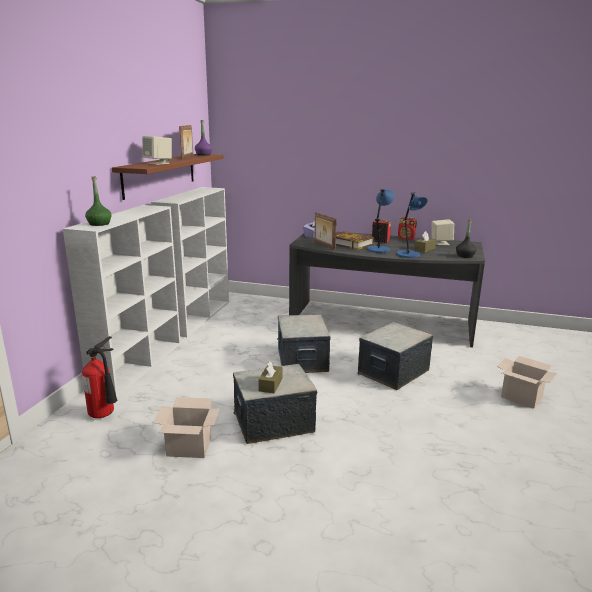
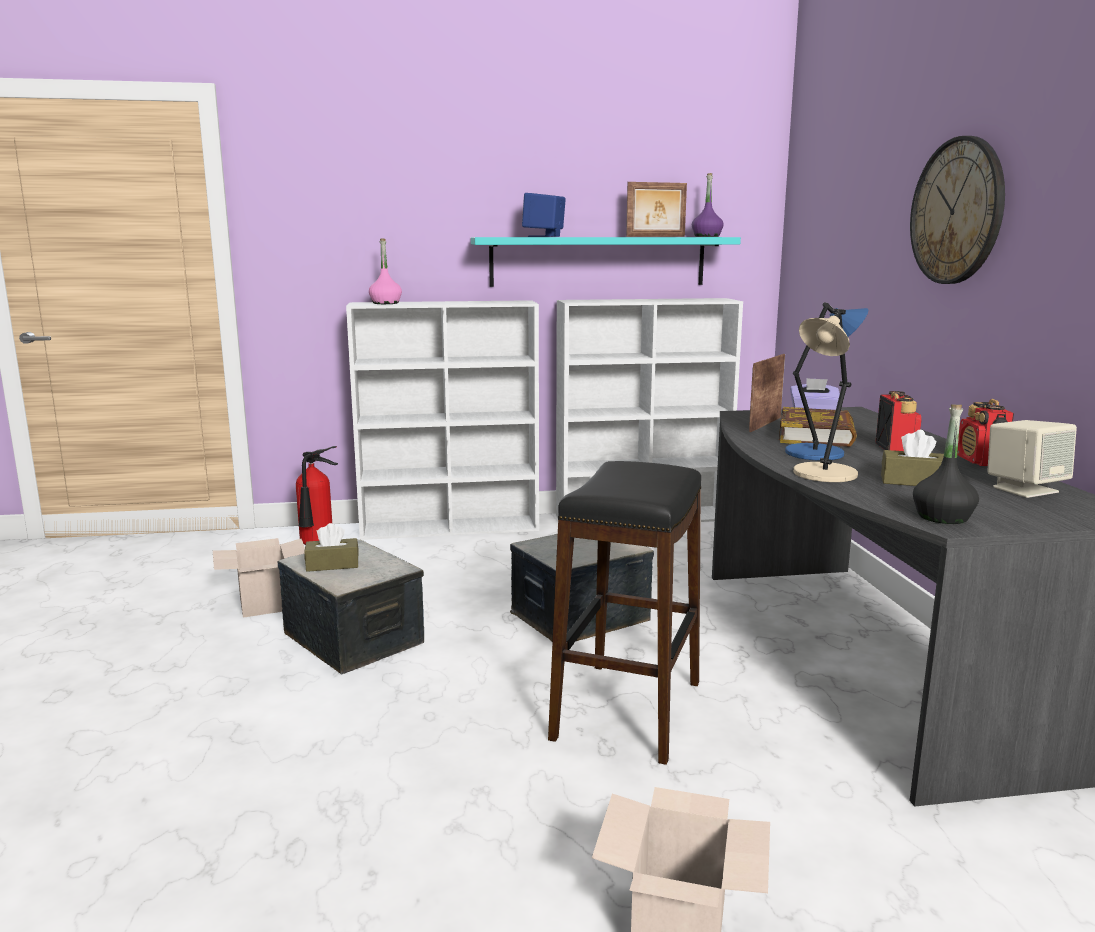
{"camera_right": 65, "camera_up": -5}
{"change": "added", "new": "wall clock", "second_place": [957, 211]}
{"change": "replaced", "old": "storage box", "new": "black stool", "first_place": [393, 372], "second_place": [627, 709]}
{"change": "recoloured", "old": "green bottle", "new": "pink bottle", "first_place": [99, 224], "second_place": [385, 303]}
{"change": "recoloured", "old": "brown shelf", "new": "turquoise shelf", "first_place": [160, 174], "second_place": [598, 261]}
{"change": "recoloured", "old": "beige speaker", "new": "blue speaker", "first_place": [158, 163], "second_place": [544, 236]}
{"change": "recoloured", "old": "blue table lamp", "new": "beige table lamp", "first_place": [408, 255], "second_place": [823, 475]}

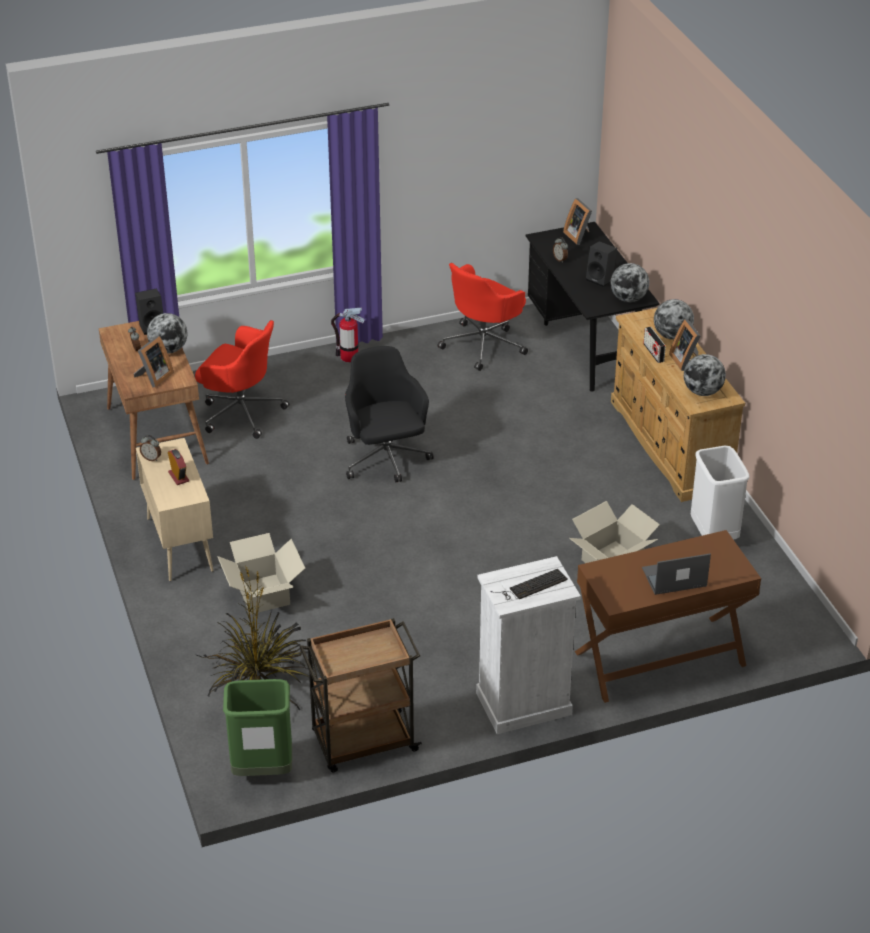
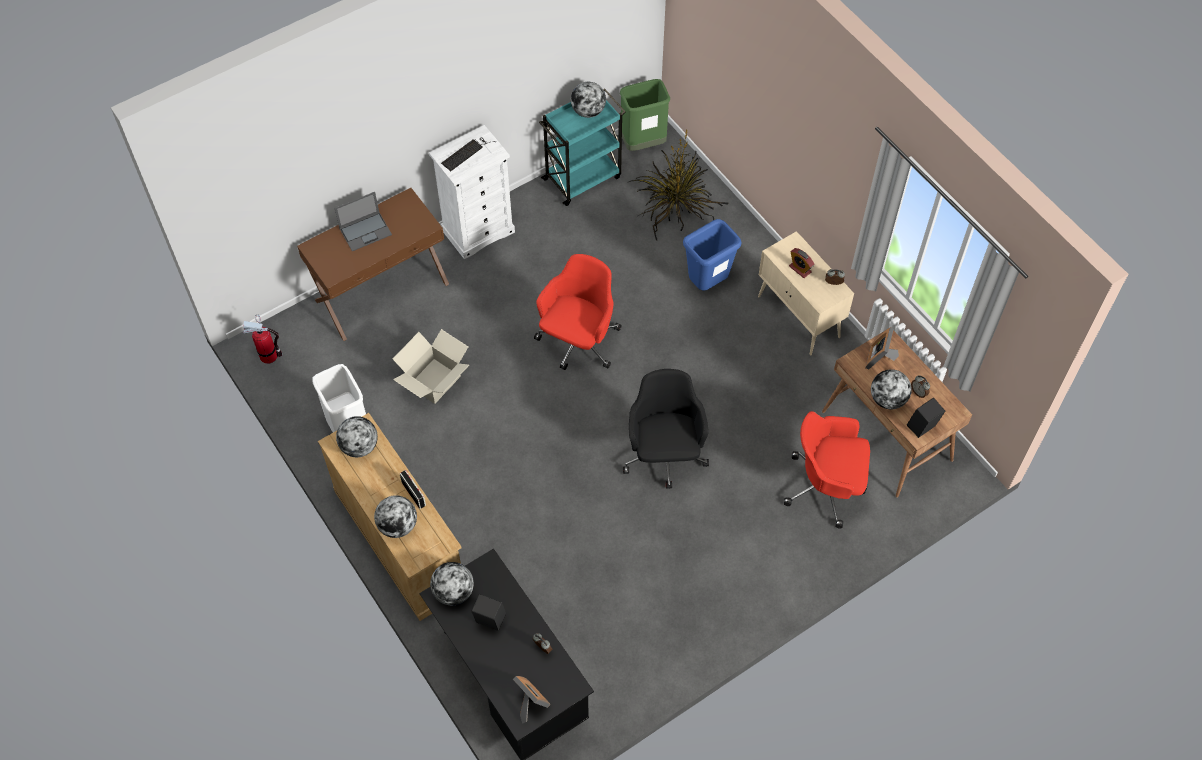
{"camera_right": 165, "camera_up": 20}
{"change": "removed", "old": "picture frame", "first_place": [685, 360]}
{"change": "added", "new": "globe", "second_place": [588, 111]}
{"change": "moved", "old": "fire extinguisher", "first_place": [349, 357], "second_place": [268, 356]}
{"change": "moved", "old": "red office chair", "first_place": [484, 344], "second_place": [578, 342]}
{"change": "replaced", "old": "cardboard box", "new": "blue trash can", "first_place": [263, 594], "second_place": [708, 283]}
{"change": "recoloured", "old": "brown cart", "new": "turquoise cart", "first_place": [362, 742], "second_place": [583, 177]}
{"change": "turned", "old": "black office chair", "first_place": [386, 459], "second_place": [664, 455], "degrees": -150}

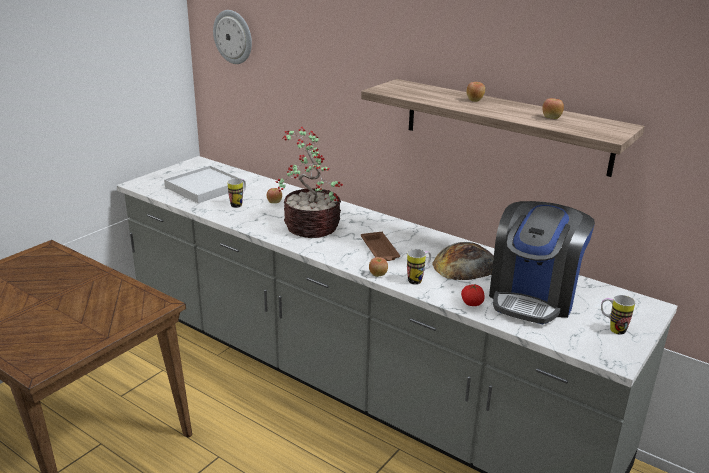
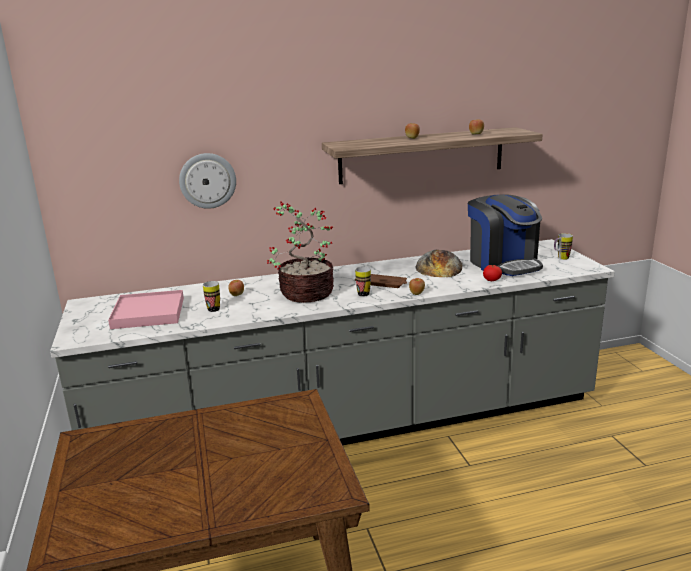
{"camera_right": -50, "camera_up": -5}
{"change": "moved", "old": "wall clock", "first_place": [233, 37], "second_place": [207, 180]}
{"change": "moved", "old": "mug", "first_place": [418, 280], "second_place": [363, 293]}
{"change": "recoloured", "old": "white tray", "new": "pink tray", "first_place": [205, 187], "second_place": [149, 313]}

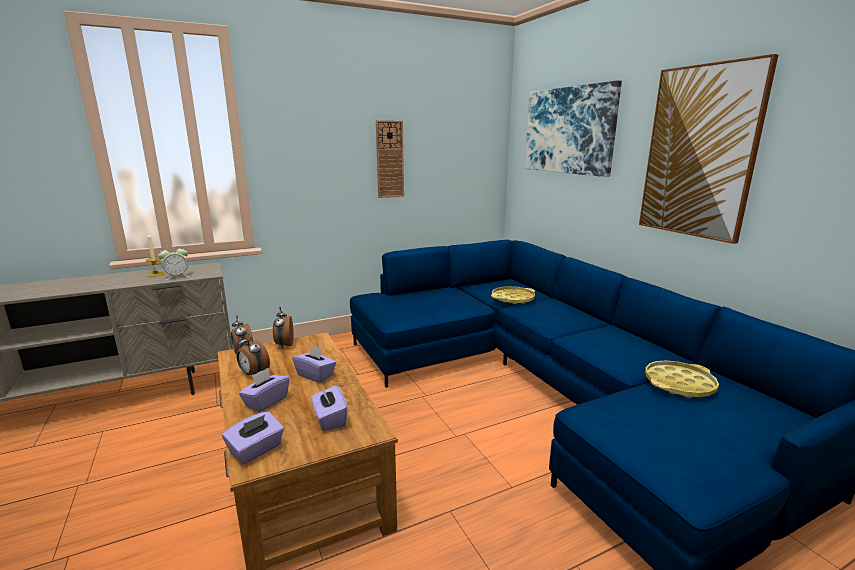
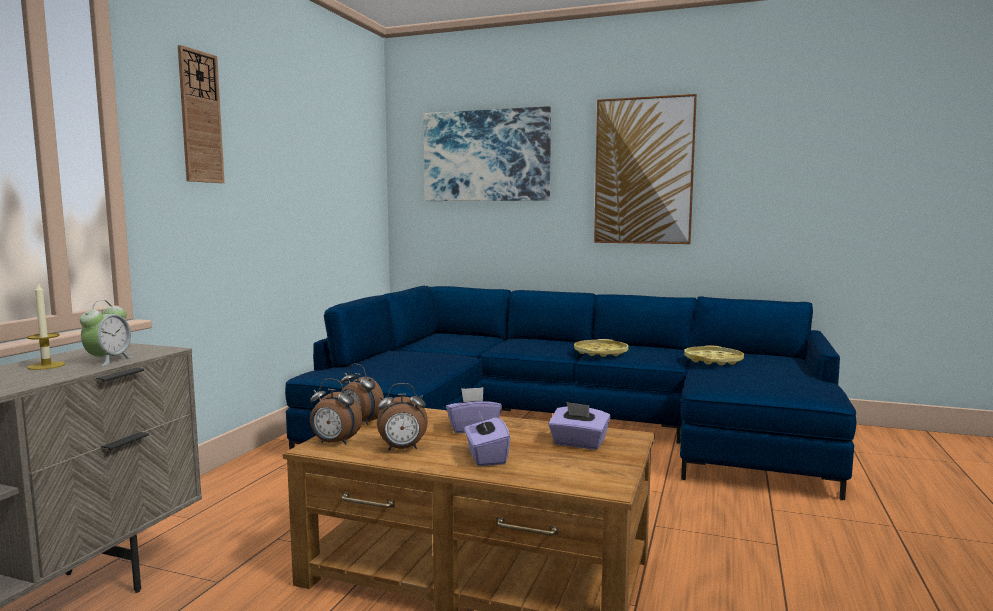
{"camera_right": -45, "camera_up": -10}
{"change": "removed", "old": "purple tissue box", "first_place": [256, 450]}
{"change": "moved", "old": "wall clock", "first_place": [390, 159], "second_place": [200, 117]}
{"change": "moved", "old": "yellow tray", "first_place": [512, 299], "second_place": [600, 353]}

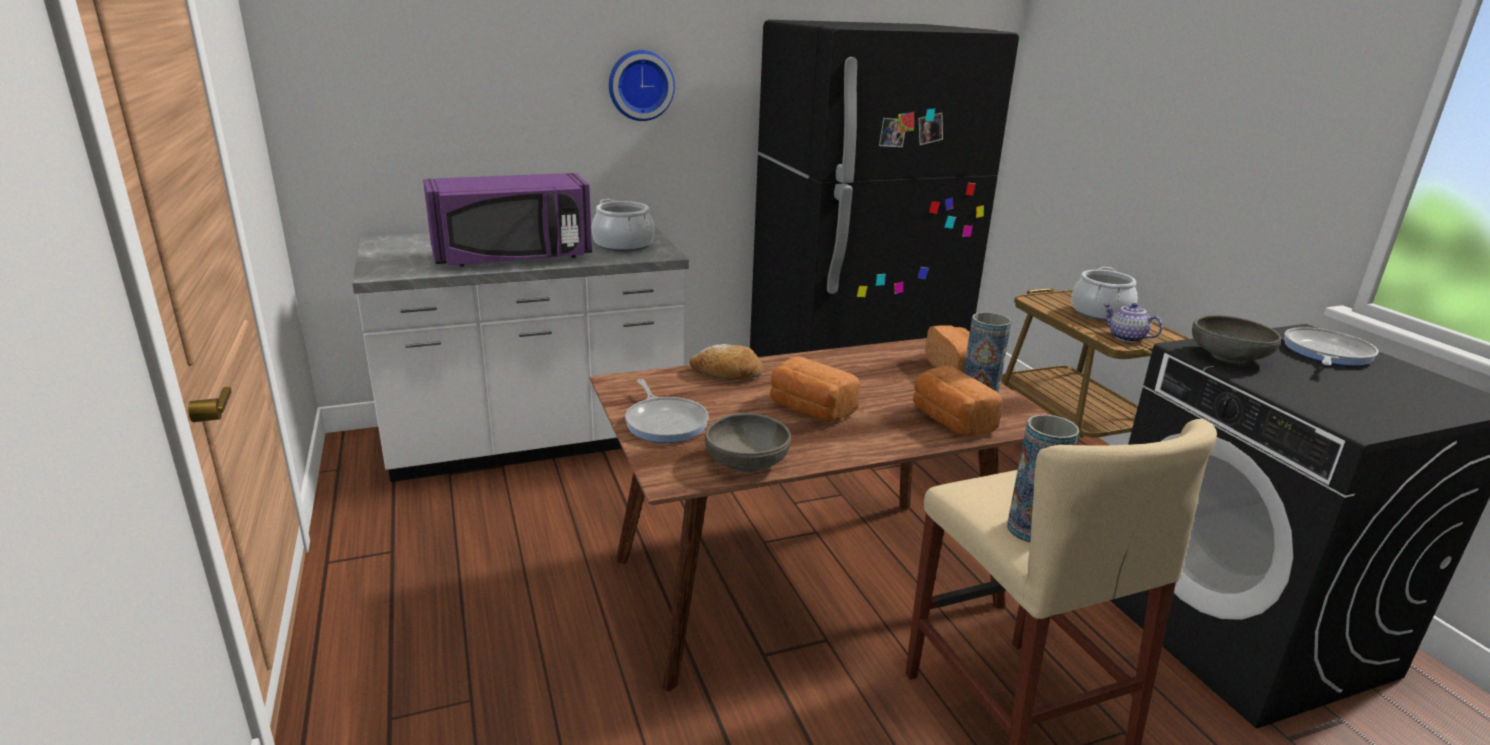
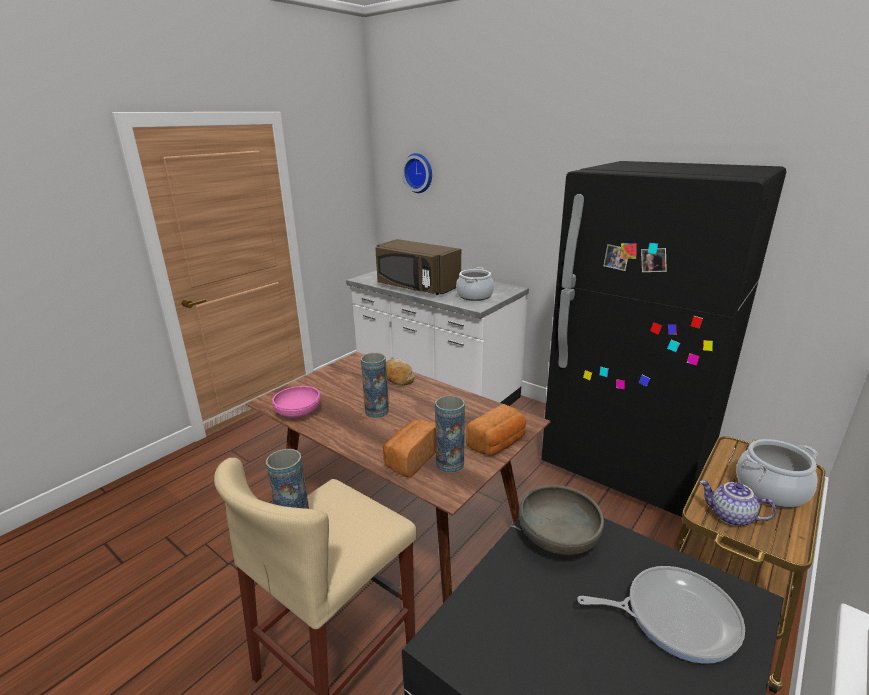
{"camera_right": 60, "camera_up": 0}
{"change": "removed", "old": "frying pan", "first_place": [665, 422]}
{"change": "moved", "old": "wall clock", "first_place": [640, 85], "second_place": [419, 173]}
{"change": "replaced", "old": "bread", "new": "vase", "first_place": [809, 410], "second_place": [377, 411]}
{"change": "recoloured", "old": "purple microwave", "new": "brown microwave", "first_place": [514, 257], "second_place": [417, 287]}
{"change": "recoloured", "old": "grey bowl", "new": "pink bowl", "first_place": [747, 463], "second_place": [298, 413]}
{"change": "turned", "old": "teapot", "first_place": [1126, 338], "second_place": [730, 517], "degrees": -75}

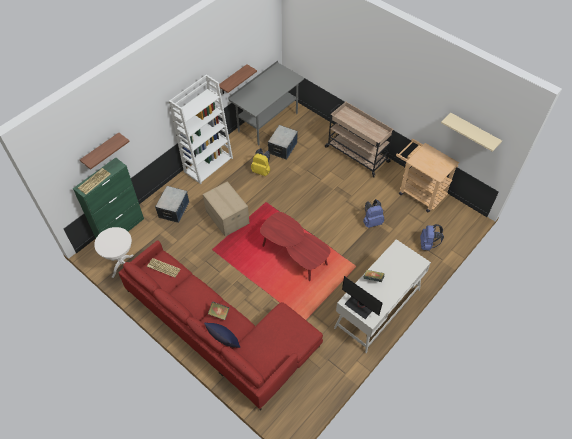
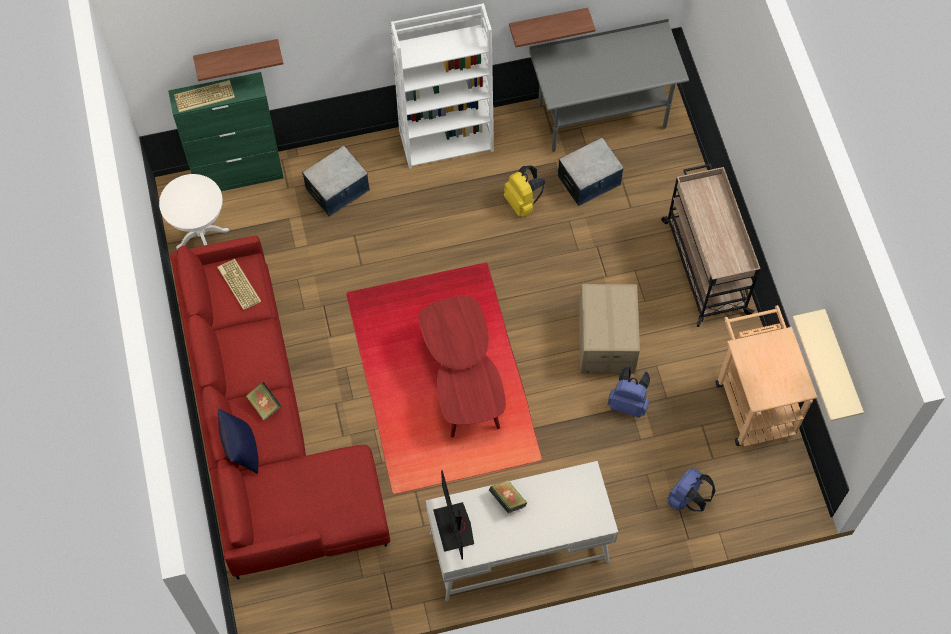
{"camera_right": 35, "camera_up": 10}
{"change": "moved", "old": "cardboard box", "first_place": [227, 217], "second_place": [605, 340]}

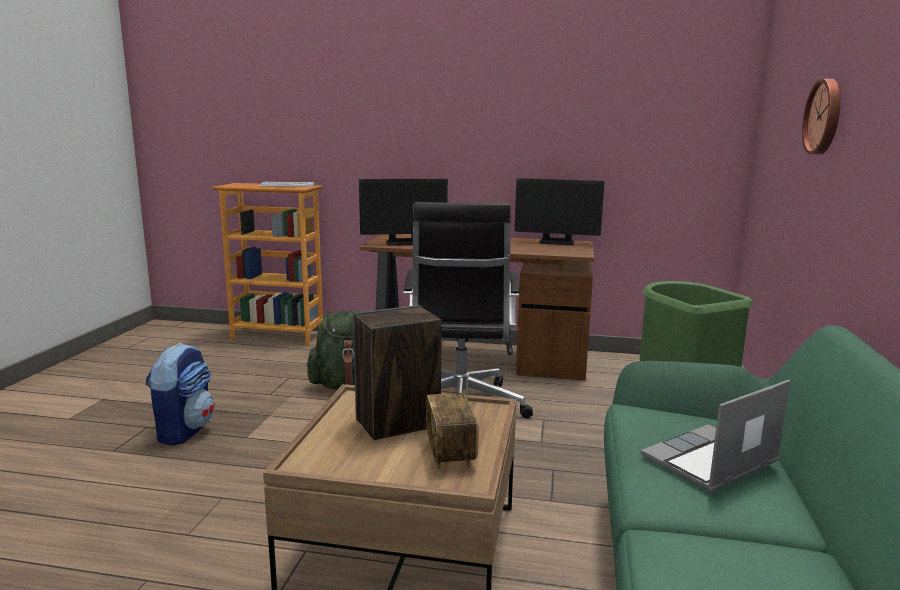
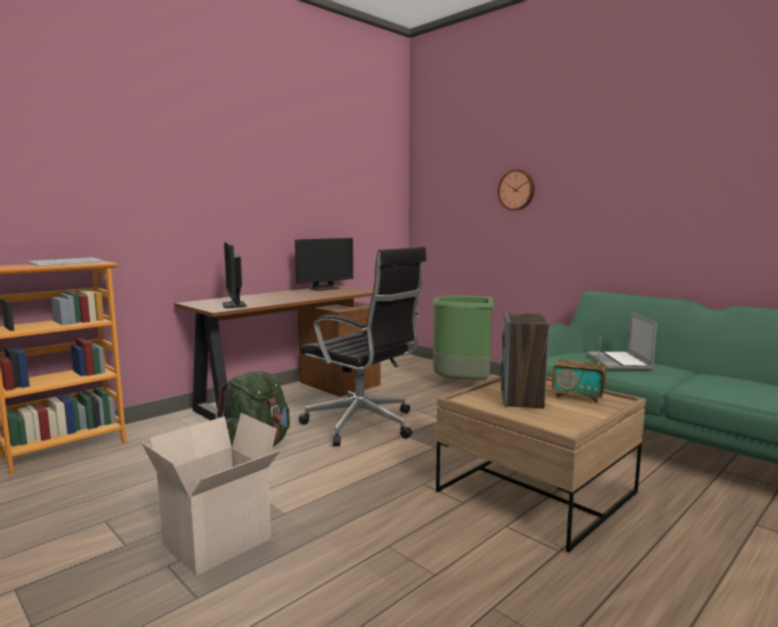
{"camera_right": -55, "camera_up": -5}
{"change": "replaced", "old": "backpack", "new": "cardboard box", "first_place": [184, 431], "second_place": [217, 543]}
{"change": "turned", "old": "monitor", "first_place": [403, 243], "second_place": [234, 305], "degrees": 135}

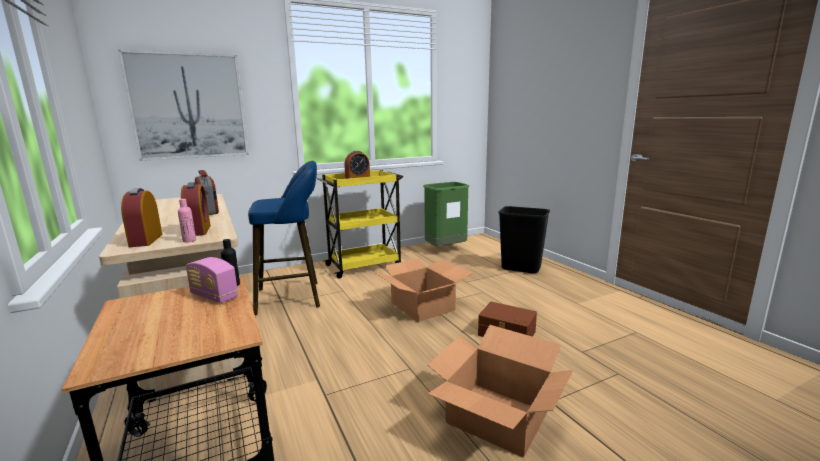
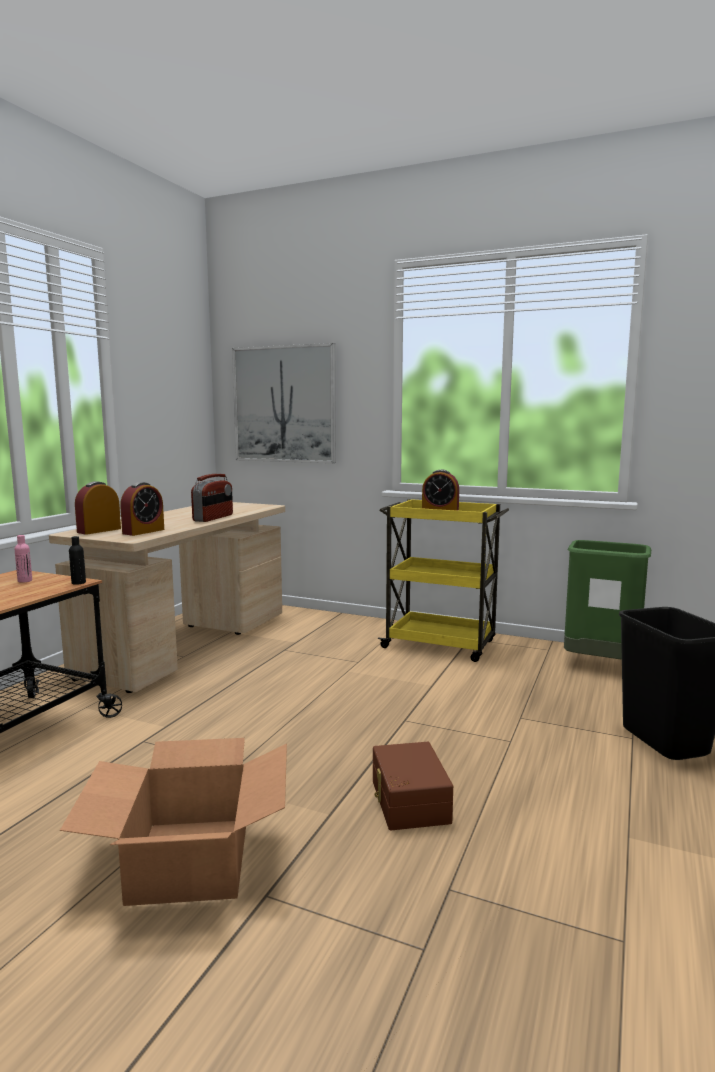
{"camera_right": 50, "camera_up": -5}
{"change": "removed", "old": "radio", "first_place": [214, 296]}
{"change": "removed", "old": "blue stool", "first_place": [293, 297]}
{"change": "removed", "old": "cardboard box", "first_place": [423, 306]}
{"change": "moved", "old": "pink bottle", "first_place": [189, 240], "second_place": [25, 581]}

